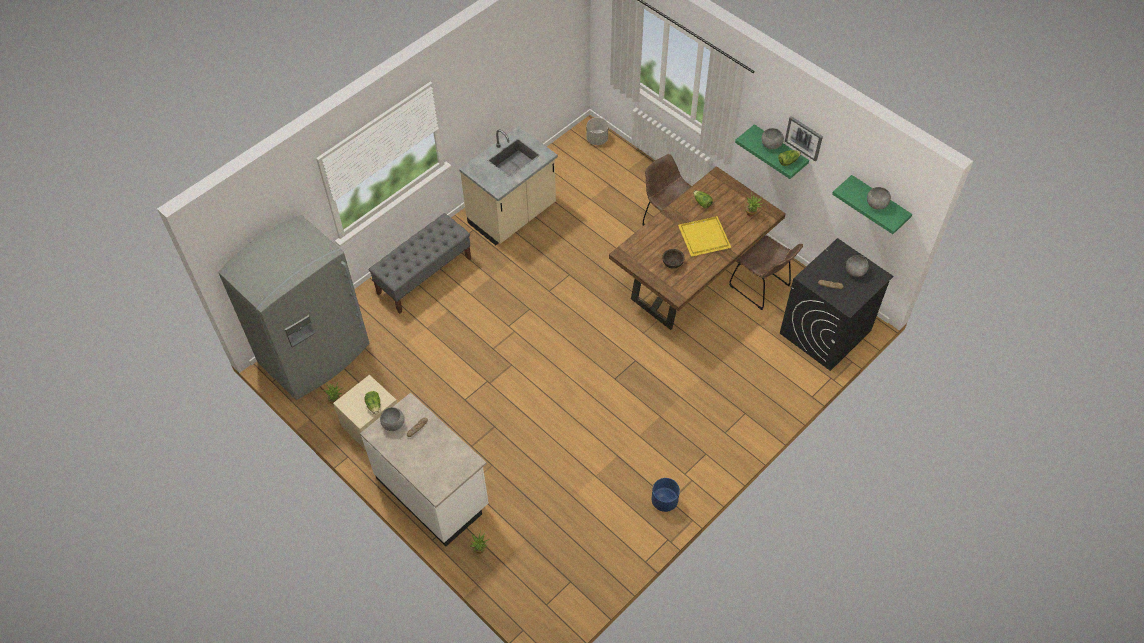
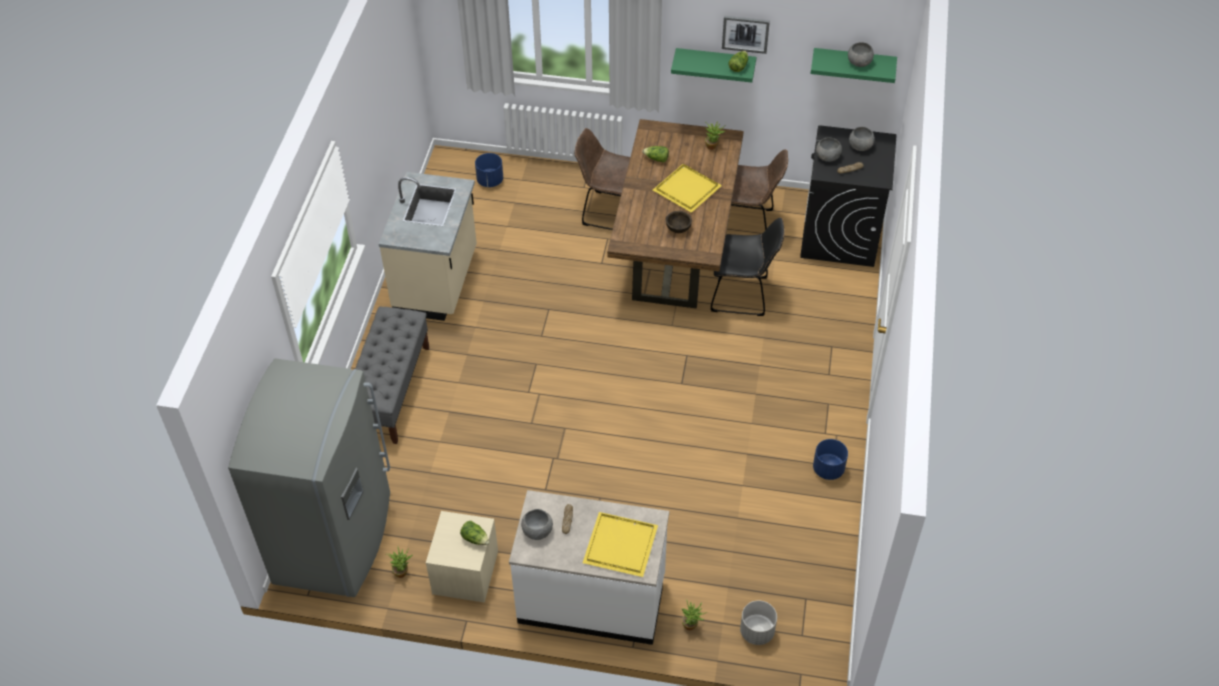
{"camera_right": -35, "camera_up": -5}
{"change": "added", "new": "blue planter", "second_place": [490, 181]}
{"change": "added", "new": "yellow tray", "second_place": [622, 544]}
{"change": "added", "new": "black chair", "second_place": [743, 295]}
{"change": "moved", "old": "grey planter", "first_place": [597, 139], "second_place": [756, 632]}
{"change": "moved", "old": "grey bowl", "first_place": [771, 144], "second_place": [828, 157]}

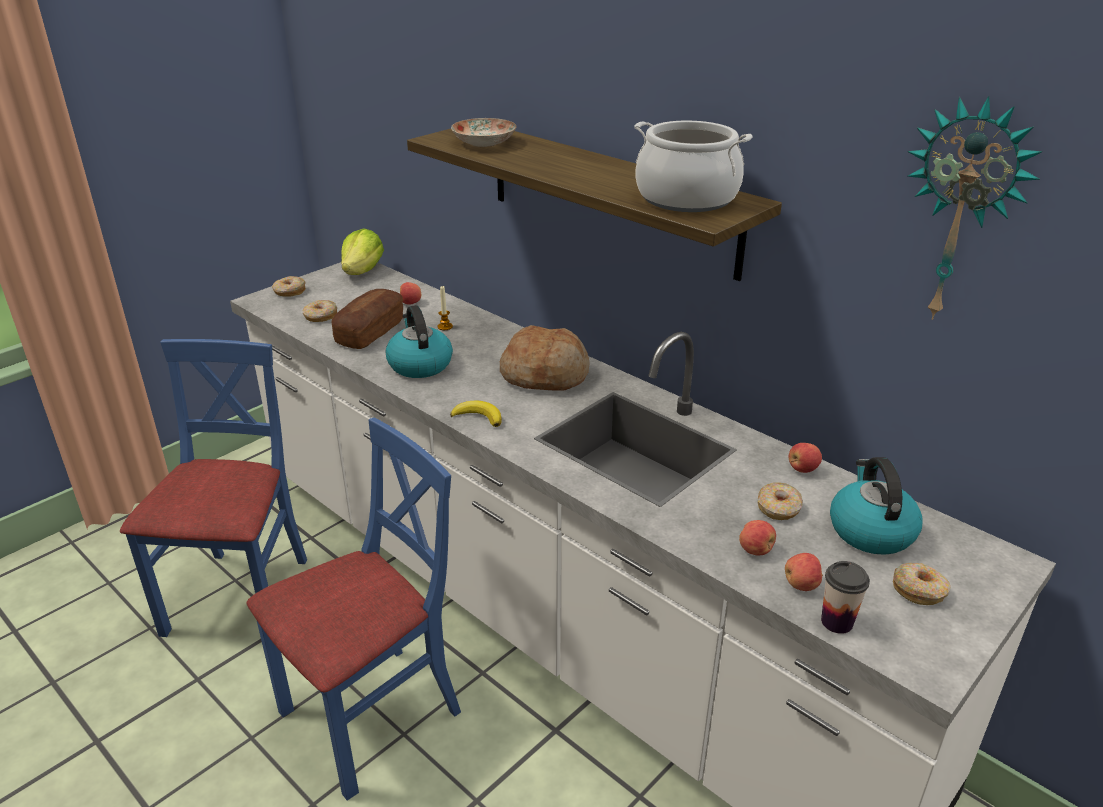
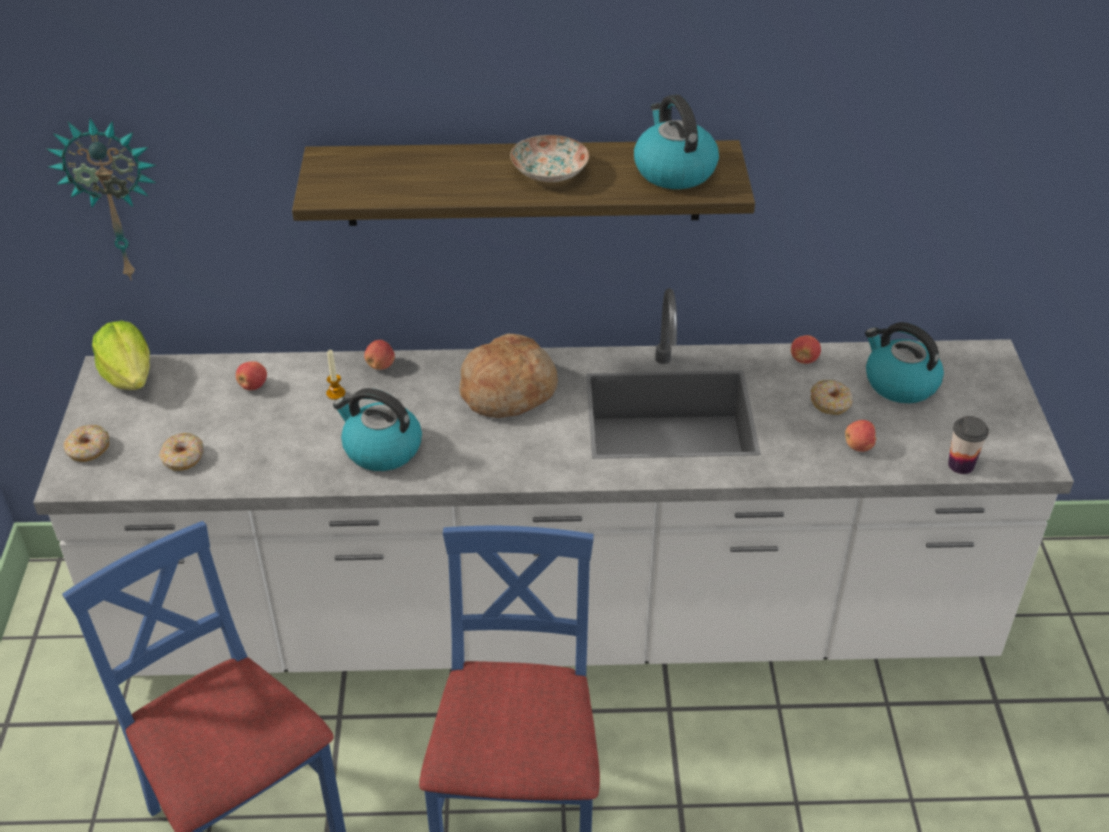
{"camera_right": -45, "camera_up": 10}
{"change": "removed", "old": "bread", "first_place": [370, 332]}
{"change": "removed", "old": "banana", "first_place": [478, 417]}
{"change": "removed", "old": "donut", "first_place": [919, 590]}
{"change": "moved", "old": "plate", "first_place": [485, 143], "second_place": [550, 172]}
{"change": "moved", "old": "apple", "first_place": [801, 584], "second_place": [381, 365]}
{"change": "moved", "old": "wall clock", "first_place": [962, 212], "second_place": [113, 198]}
{"change": "replaced", "old": "cooking pot", "new": "kettle", "first_place": [686, 198], "second_place": [673, 170]}

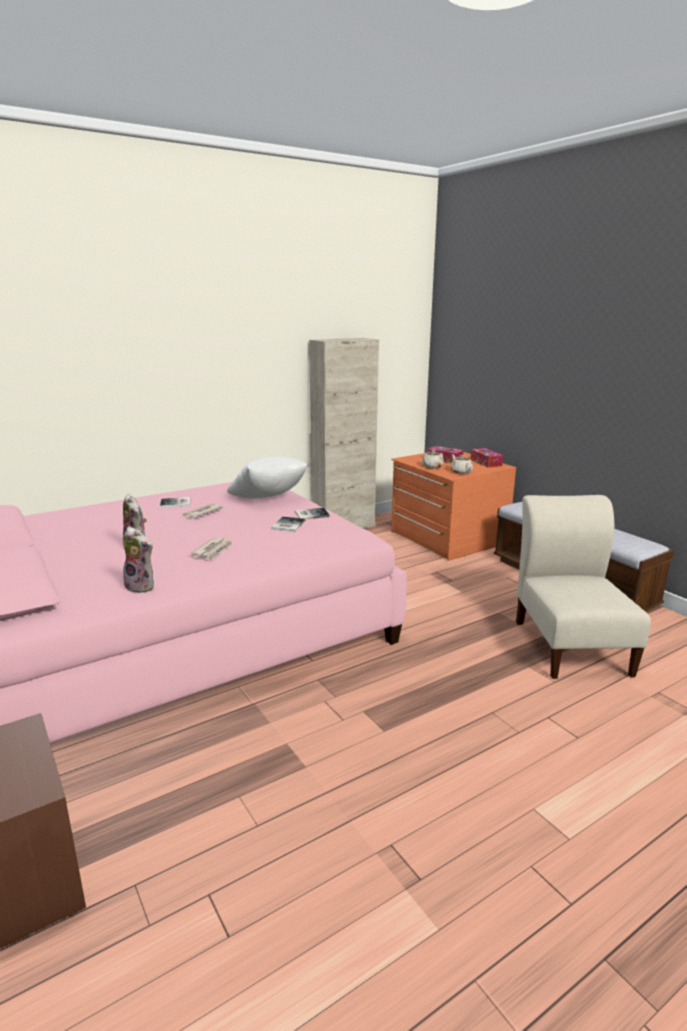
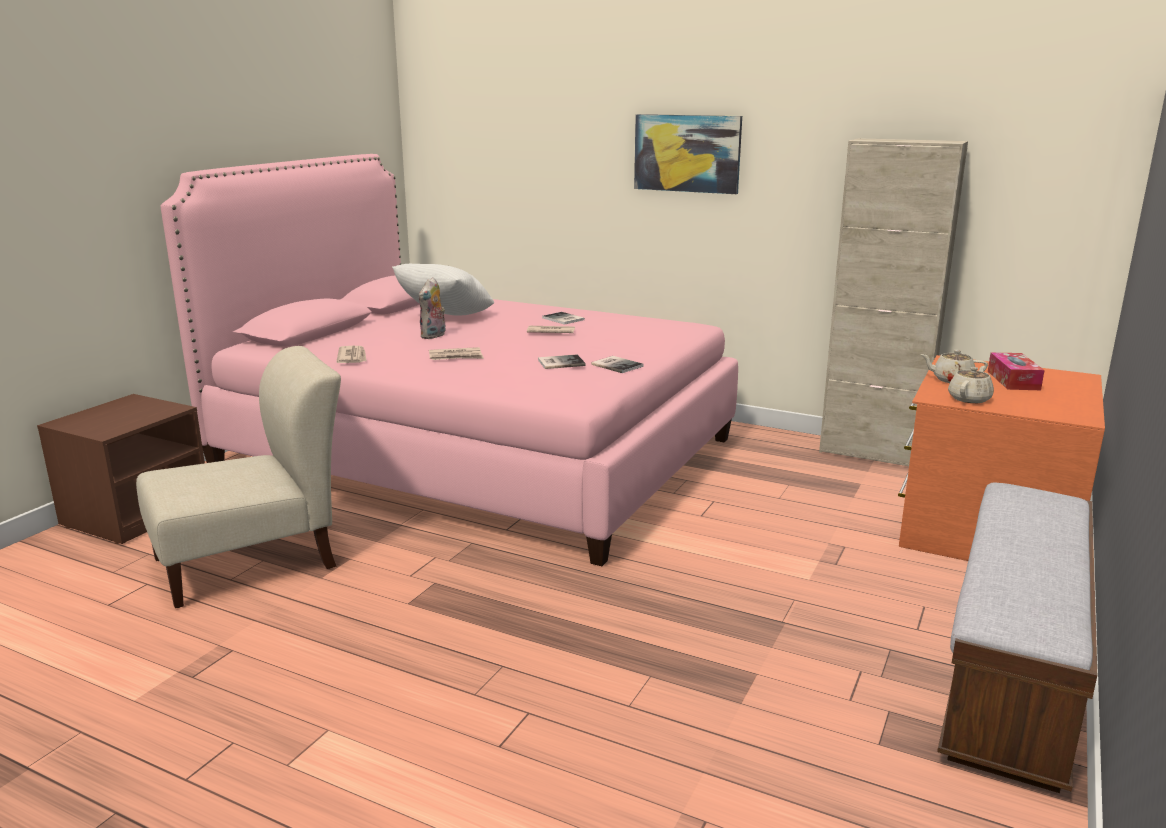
{"camera_right": 60, "camera_up": 0}
{"change": "removed", "old": "tissue box", "first_place": [486, 462]}
{"change": "added", "new": "picture", "second_place": [687, 153]}
{"change": "moved", "old": "white pillow", "first_place": [268, 500], "second_place": [445, 317]}
{"change": "moved", "old": "beige chair", "first_place": [569, 644], "second_place": [254, 561]}
{"change": "replaced", "old": "plush toy", "new": "newspaper", "first_place": [142, 586], "second_place": [352, 357]}

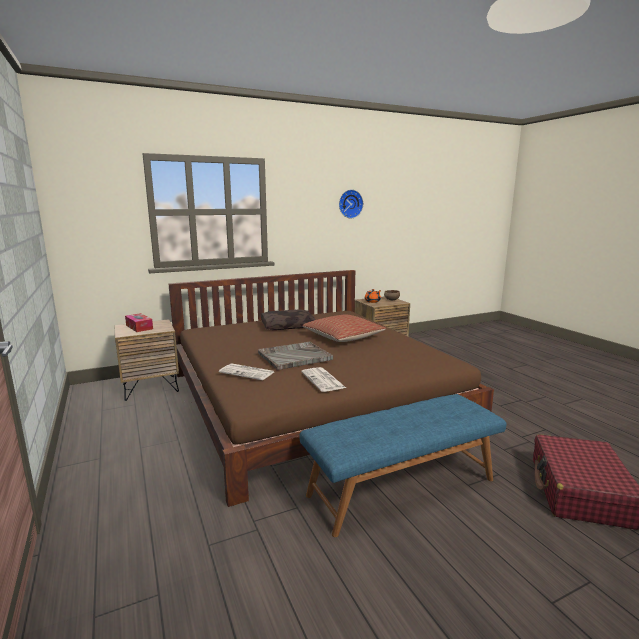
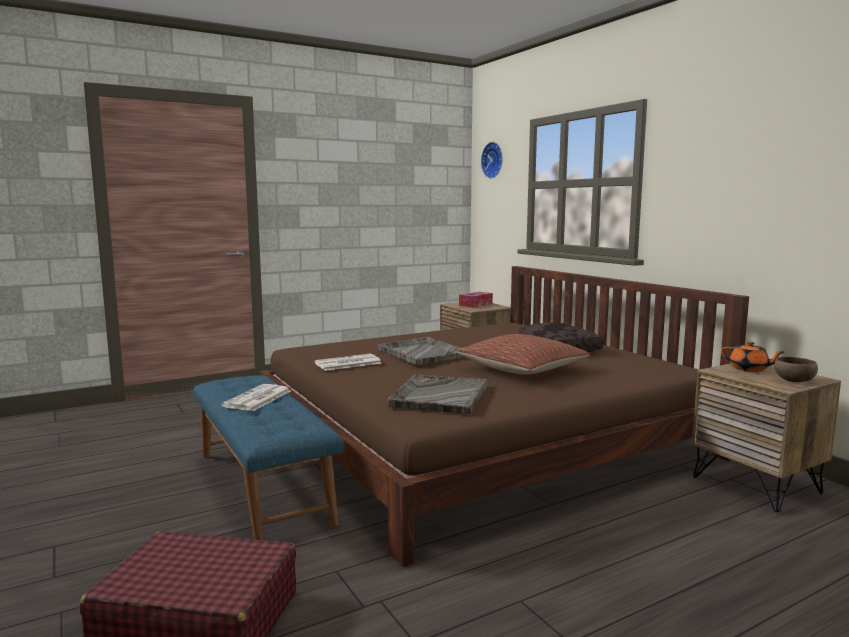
{"camera_right": 85, "camera_up": -5}
{"change": "added", "new": "grey tray", "second_place": [439, 396]}
{"change": "moved", "old": "newspaper", "first_place": [247, 372], "second_place": [257, 399]}
{"change": "moved", "old": "wall clock", "first_place": [350, 204], "second_place": [494, 160]}

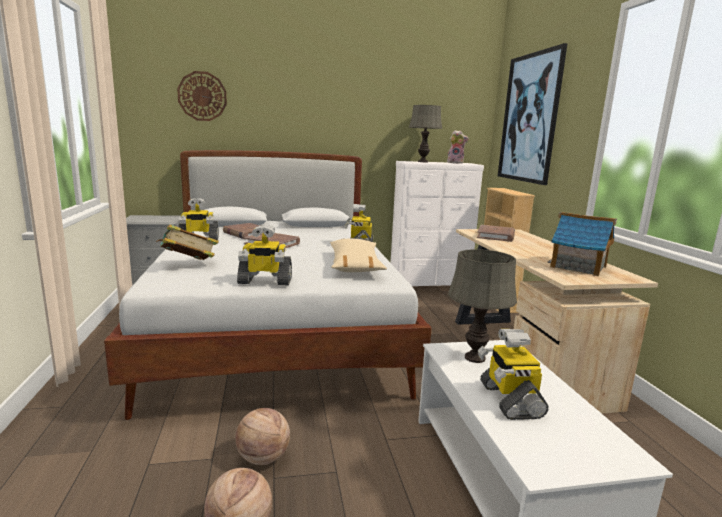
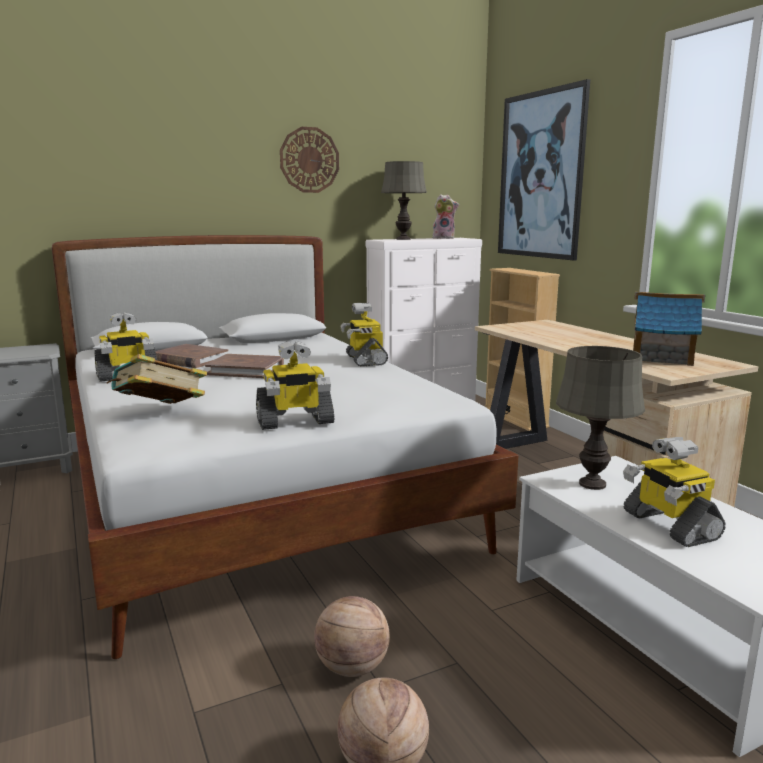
{"camera_right": -15, "camera_up": 0}
{"change": "removed", "old": "beige pillow", "first_place": [355, 265]}
{"change": "removed", "old": "brown book", "first_place": [496, 236]}
{"change": "moved", "old": "wall clock", "first_place": [202, 96], "second_place": [309, 160]}

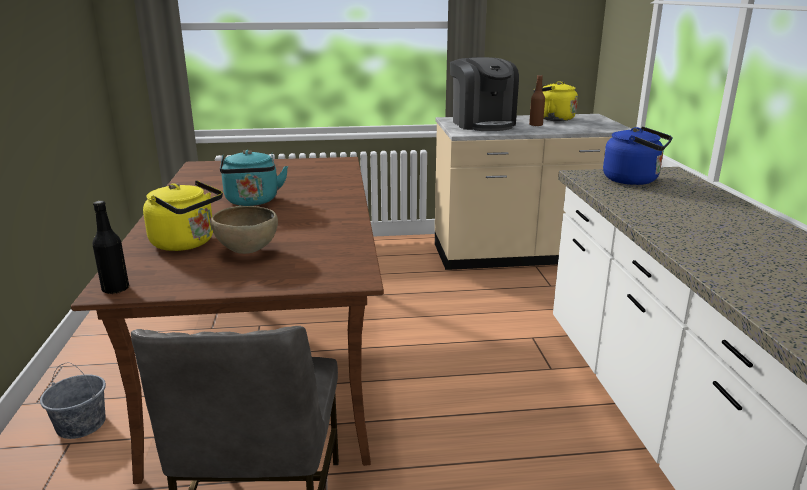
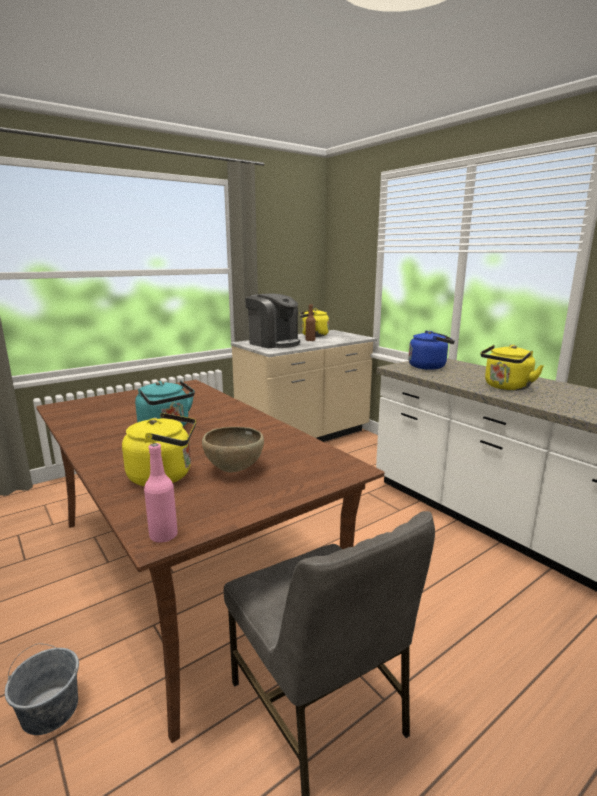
{"camera_right": -30, "camera_up": -5}
{"change": "added", "new": "yellow kettle", "second_place": [506, 387]}
{"change": "recoloured", "old": "black bottle", "new": "pink bottle", "first_place": [115, 289], "second_place": [163, 536]}

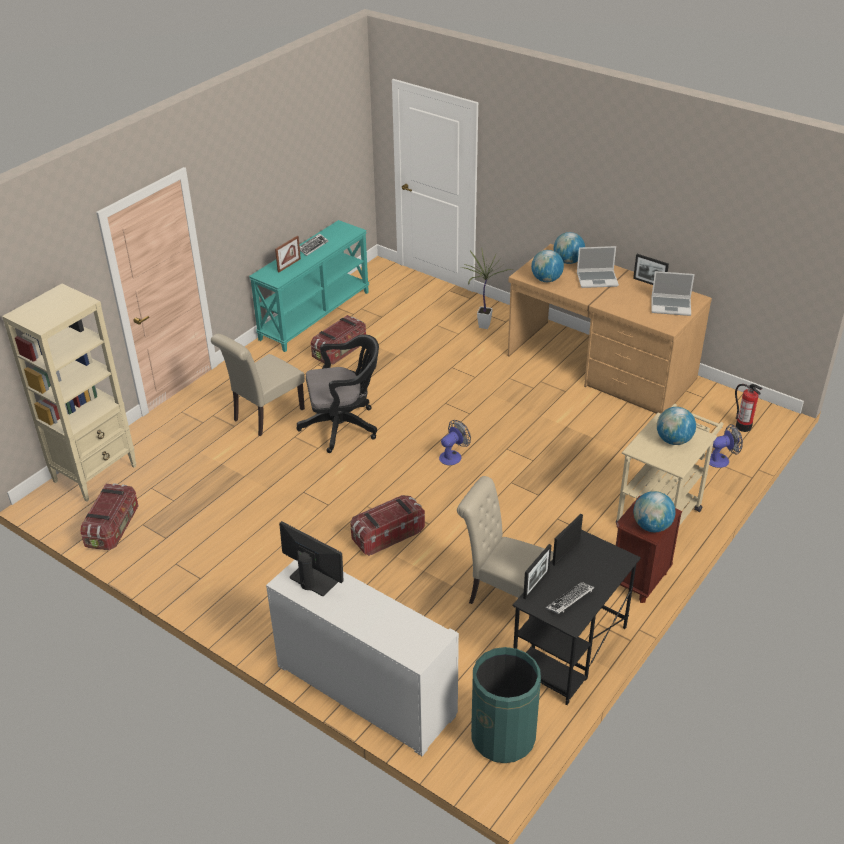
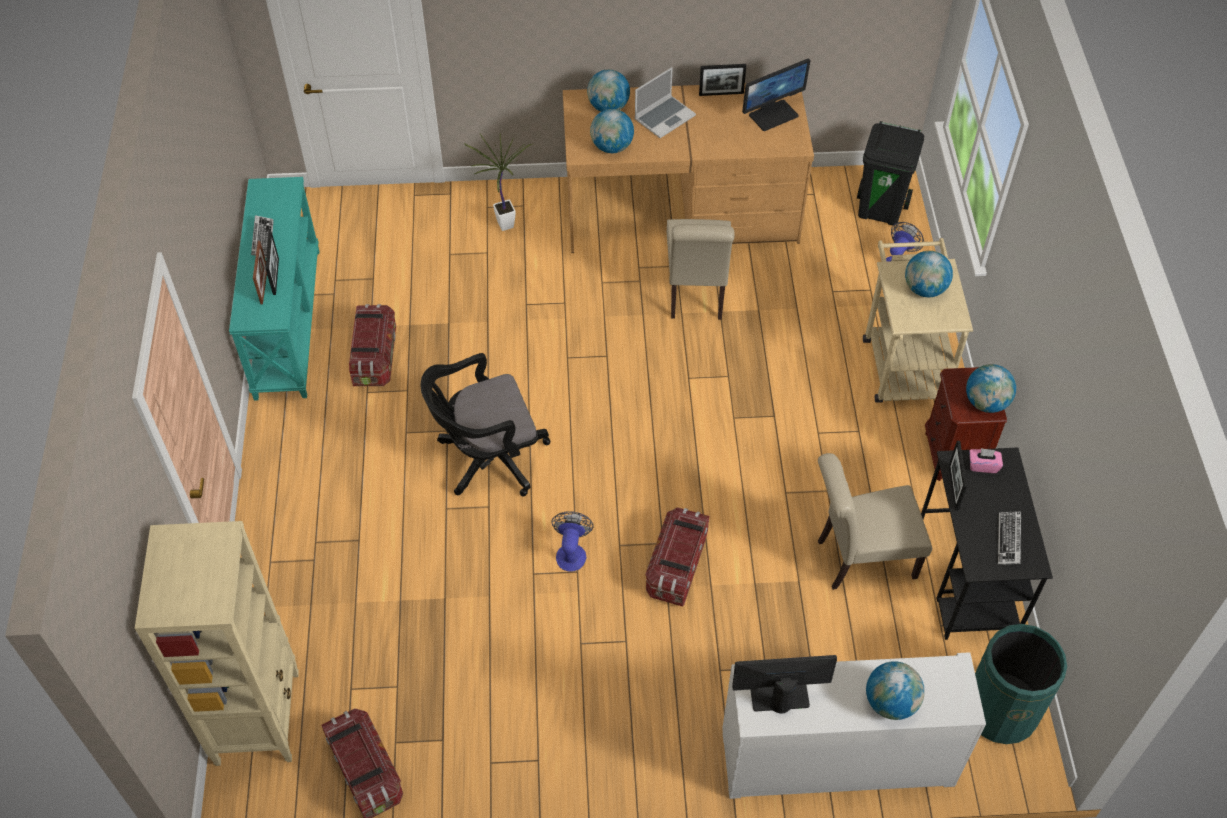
{"camera_right": -40, "camera_up": 15}
{"change": "added", "new": "globe", "second_place": [891, 702]}
{"change": "added", "new": "pink tissue box", "second_place": [983, 465]}
{"change": "moved", "old": "beige chair", "first_place": [265, 416], "second_place": [696, 294]}
{"change": "moved", "old": "fan", "first_place": [453, 456], "second_place": [571, 552]}
{"change": "moved", "old": "picture frame", "first_place": [536, 584], "second_place": [276, 276]}
{"change": "replaced", "old": "laptop", "new": "monitor", "first_place": [671, 306], "second_place": [773, 115]}
{"change": "replaced", "old": "fire extinguisher", "new": "black trash can", "first_place": [743, 426], "second_place": [881, 209]}
{"change": "turned", "old": "black office chair", "first_place": [343, 426], "second_place": [487, 458], "degrees": -150}

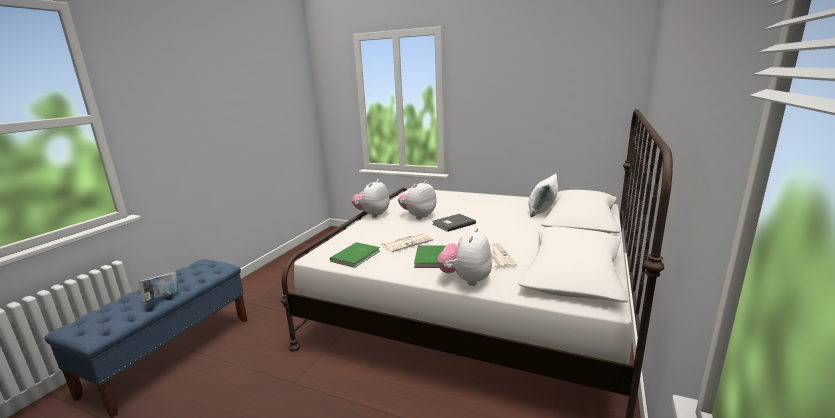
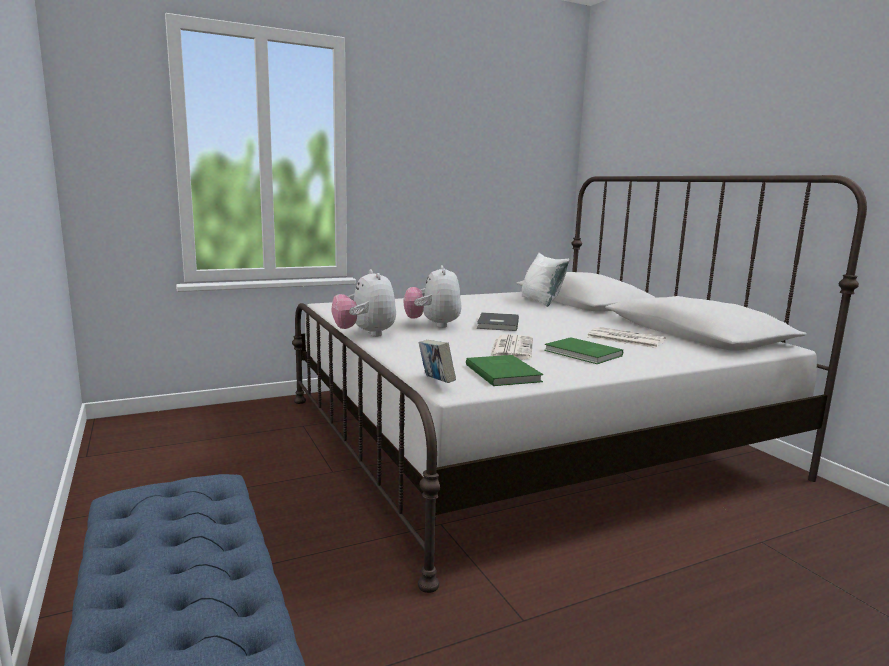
{"camera_right": -50, "camera_up": -5}
{"change": "removed", "old": "plush toy", "first_place": [466, 280]}
{"change": "moved", "old": "book", "first_place": [163, 298], "second_place": [436, 383]}

